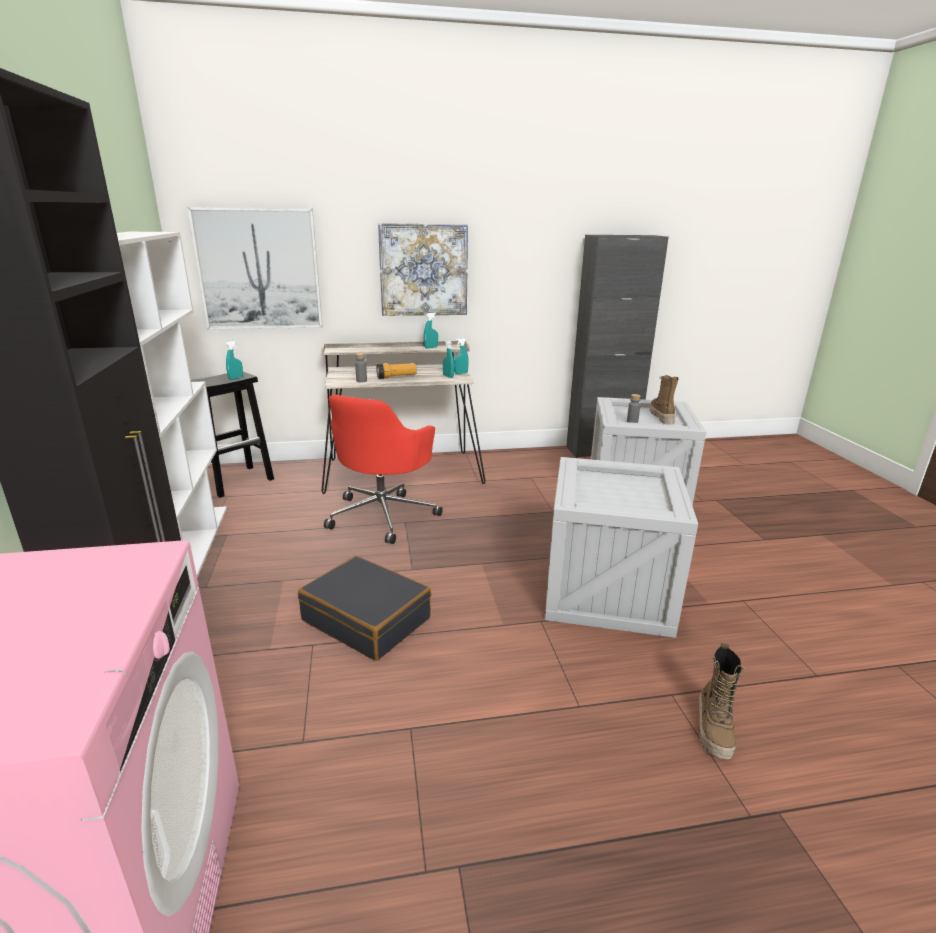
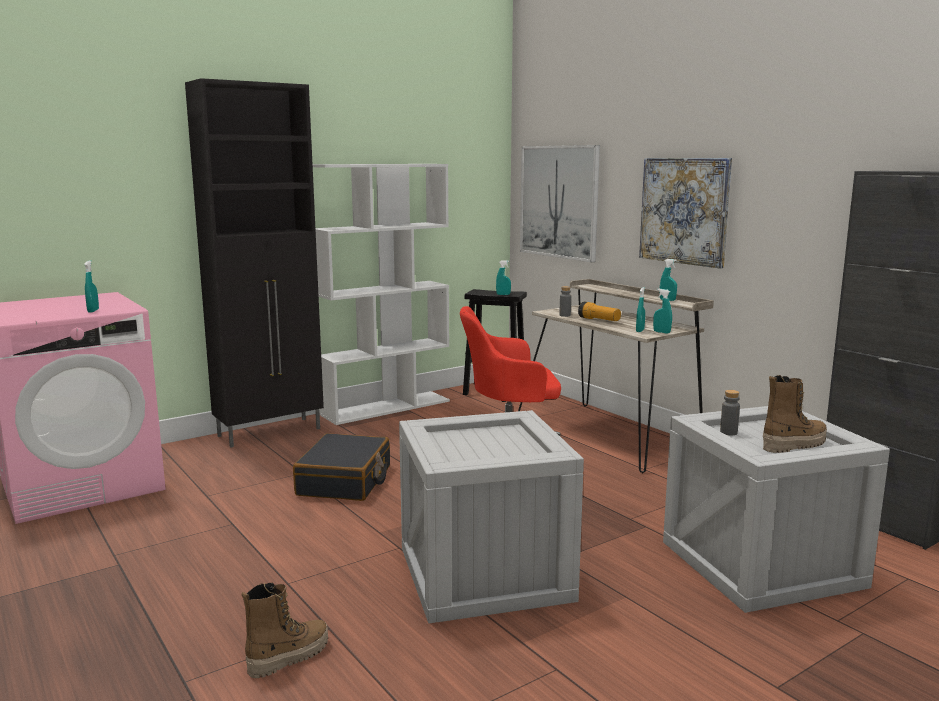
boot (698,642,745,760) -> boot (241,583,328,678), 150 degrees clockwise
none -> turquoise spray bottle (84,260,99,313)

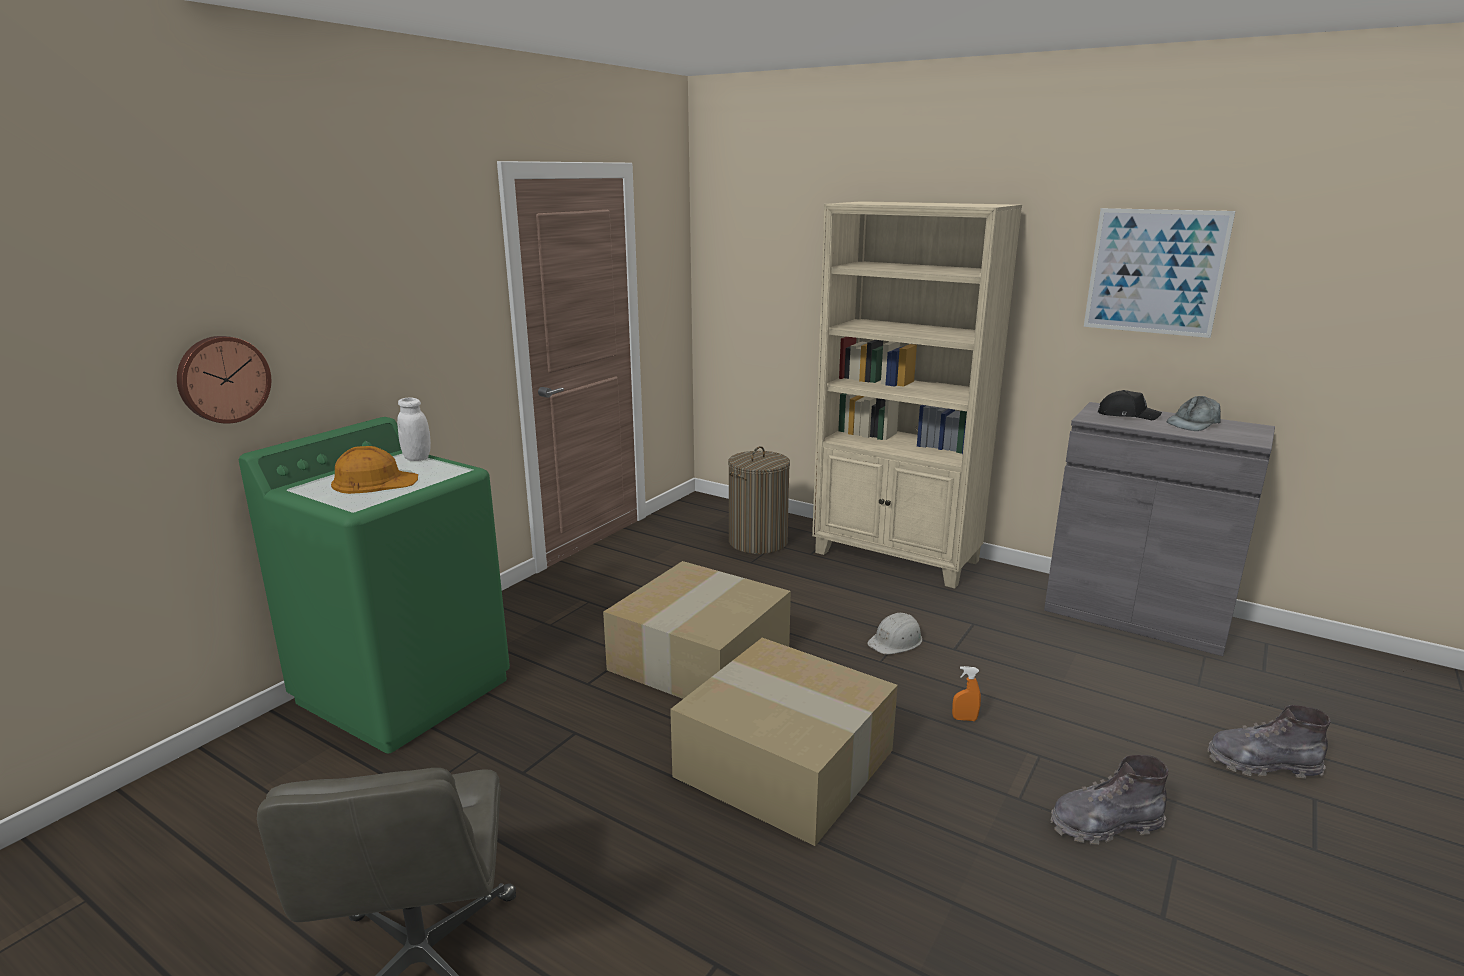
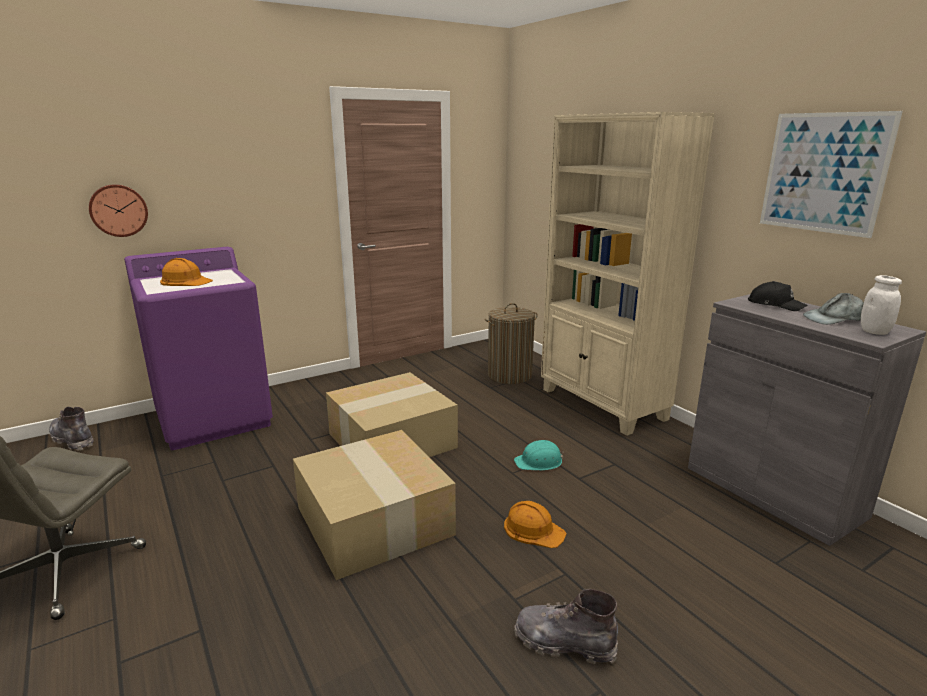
green washing machine (239,417,510,753) -> purple washing machine (124,247,273,450)
white jar (397,398,431,461) -> white jar (861,275,902,335), shifted
white hard hat (867,613,922,655) -> turquoise hard hat (514,440,563,471)
orange spray bottle (952,666,981,721) -> orange hard hat (504,501,567,548)
grey boot (1207,705,1331,779) -> grey boot (49,407,94,451), shifted

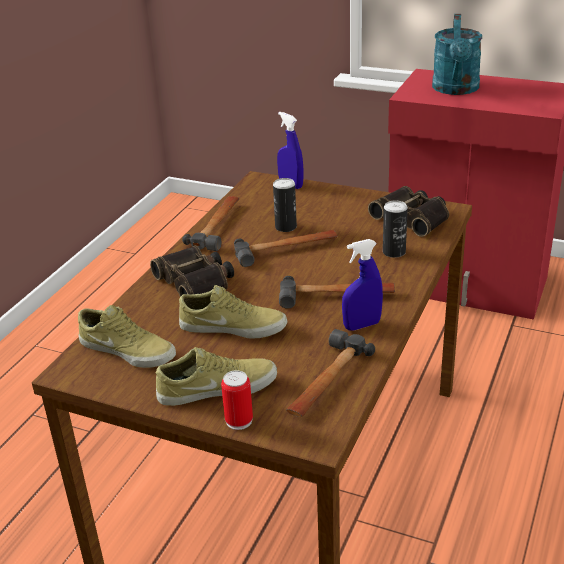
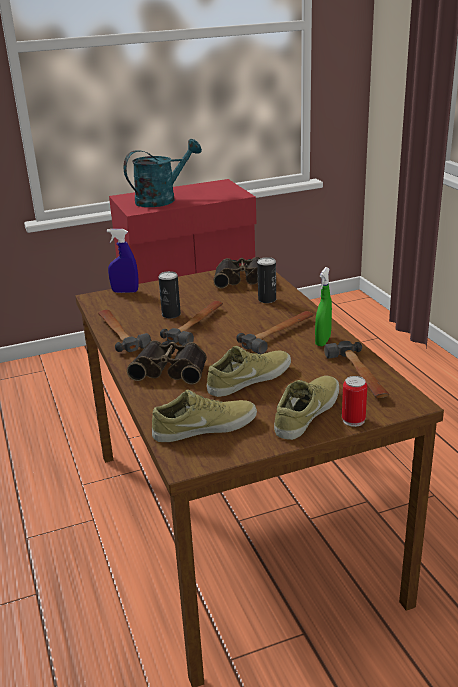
blue spray bottle (342,239,383,331) -> green spray bottle (315,267,332,346)
turquoise watering can (432,14,482,95) -> turquoise watering can (123,139,202,207), 90 degrees counterclockwise

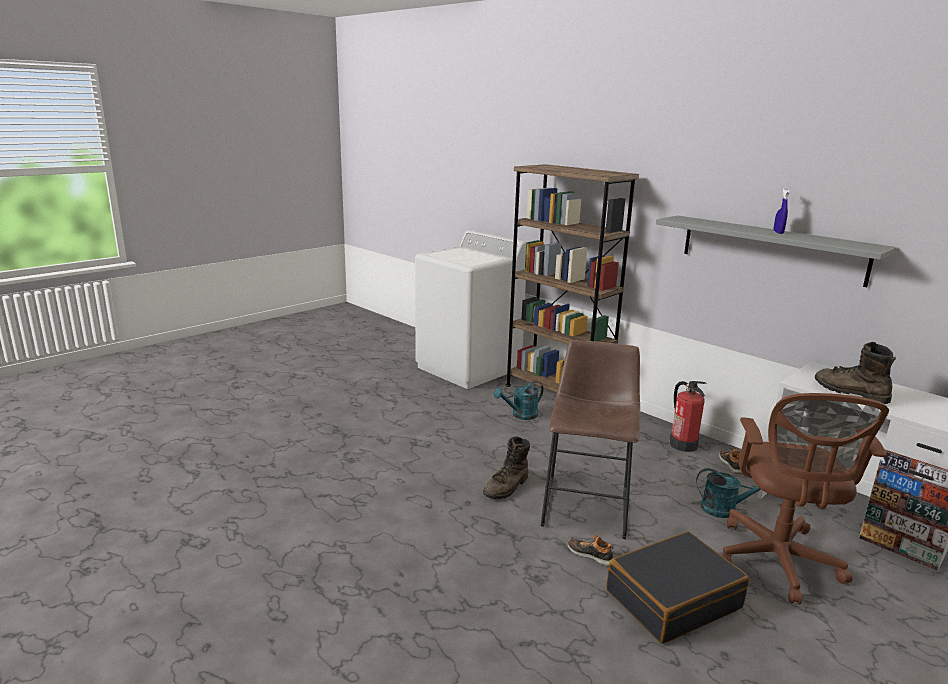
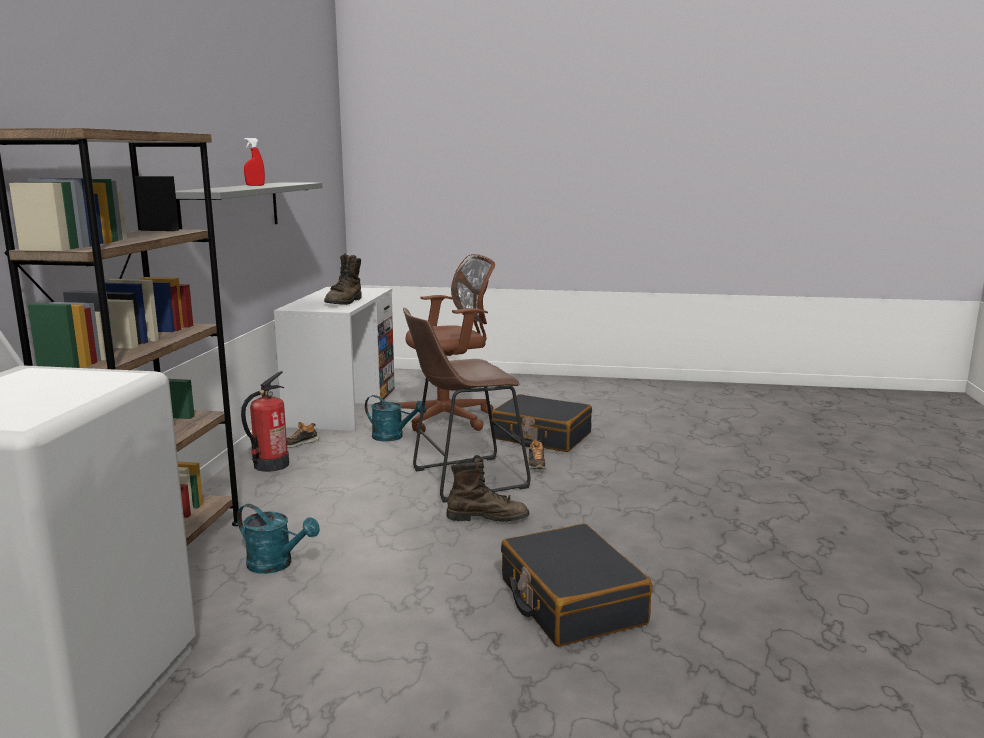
turquoise watering can (696,468,761,518) -> turquoise watering can (365,395,426,441), 135 degrees clockwise
blue spray bottle (773,189,790,234) -> red spray bottle (244,138,265,186)
none -> black suitcase (501,523,652,647)

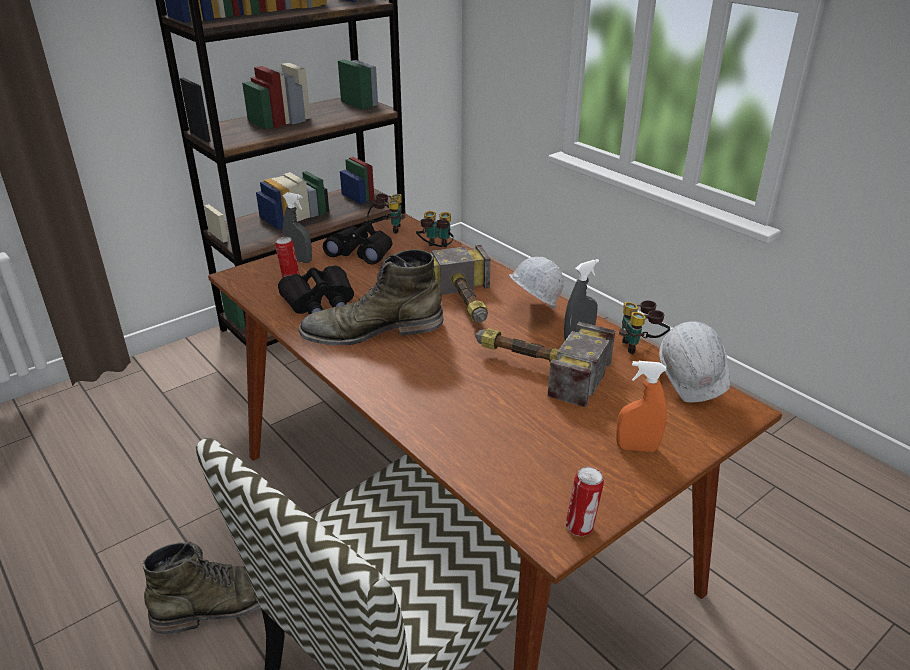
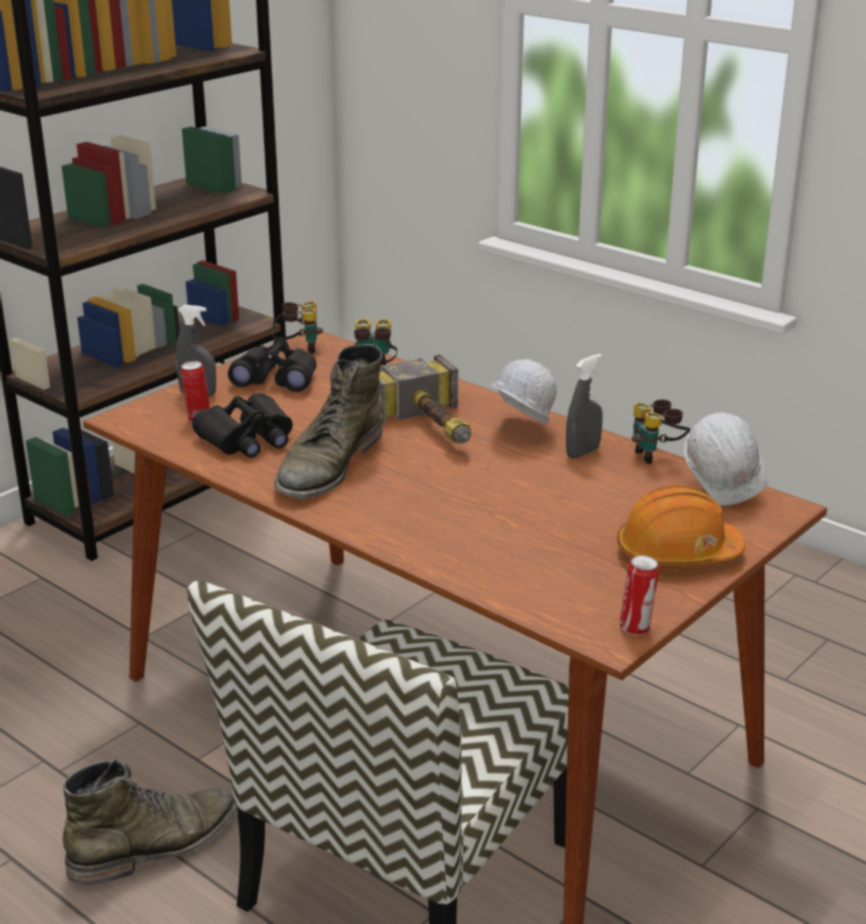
green boot (299,249,443,345) -> green boot (274,344,383,499), 45 degrees counterclockwise
hammer (475,322,615,407) -> none
orange spray bottle (616,361,667,452) -> orange hard hat (617,485,746,566)

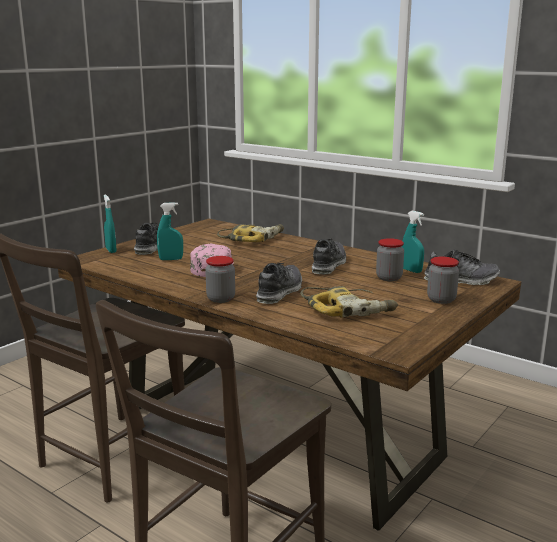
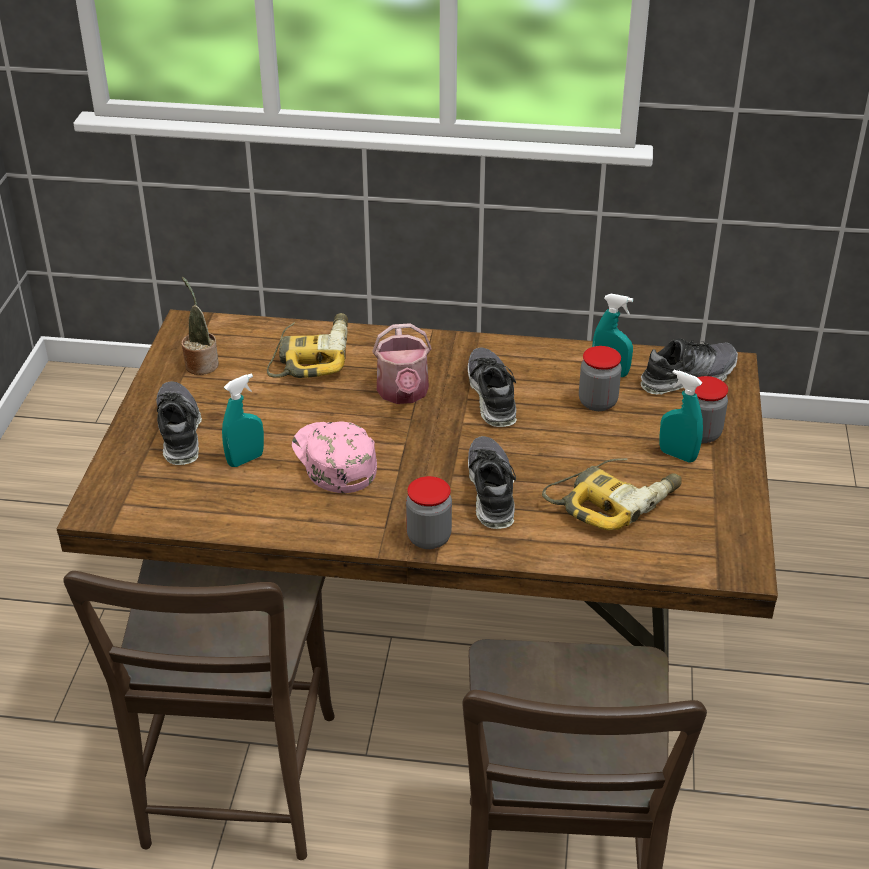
turquoise spray bottle (104,195,117,253) -> turquoise spray bottle (659,370,703,462), shifted
none -> potted plant (181,277,219,375)
none -> watering can (373,323,432,404)

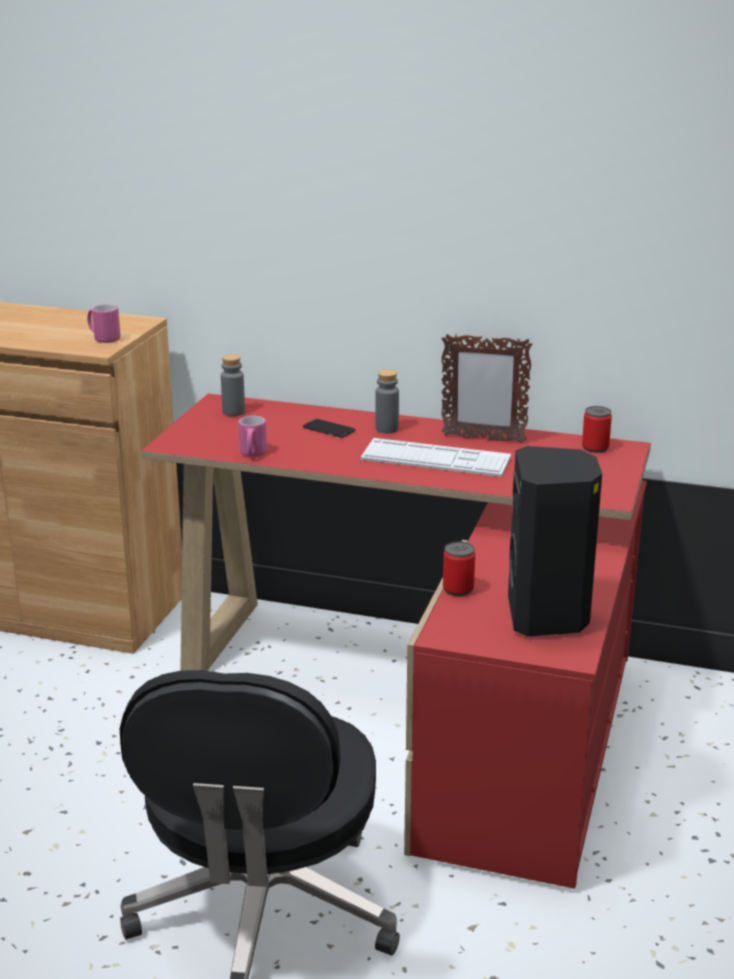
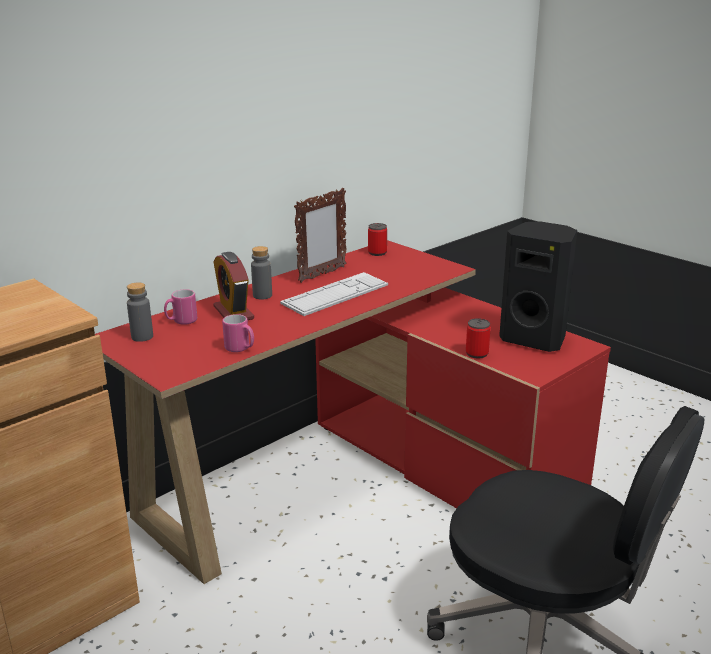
pink mug (87,304,121,343) -> pink mug (164,289,197,325), shifted
phone (303,419,355,438) -> alarm clock (213,252,254,320)

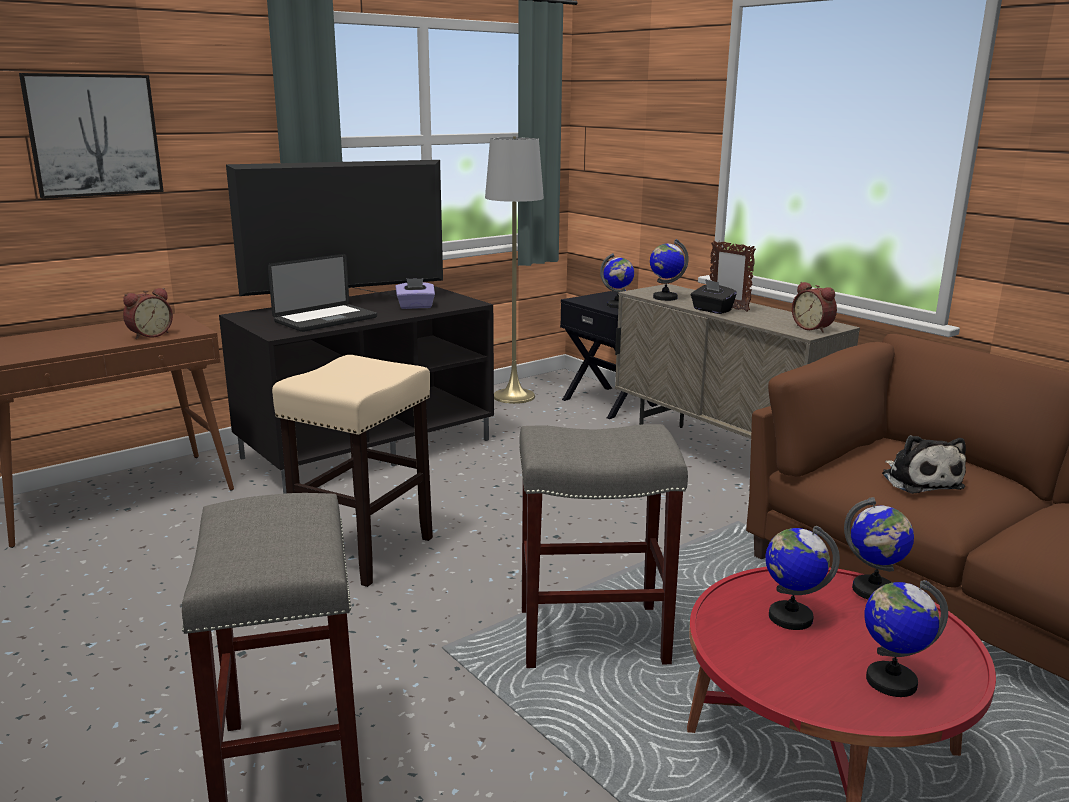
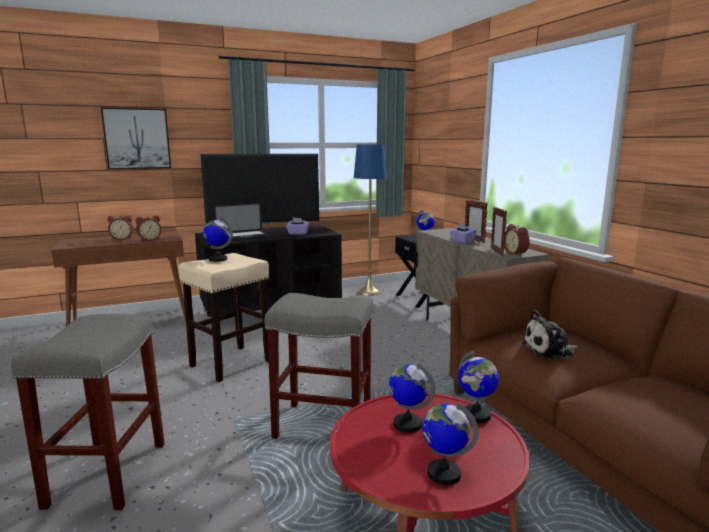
grey floor lamp (485,136,544,404) -> blue floor lamp (354,143,387,295)
globe (650,239,689,301) -> globe (203,217,233,262), shifted
black tissue box (691,279,737,314) -> purple tissue box (449,223,477,243)
plush toy (882,435,966,494) -> plush toy (521,310,578,360), 75 degrees clockwise
none -> alarm clock (108,215,134,240)
none -> picture frame (491,207,507,257)

